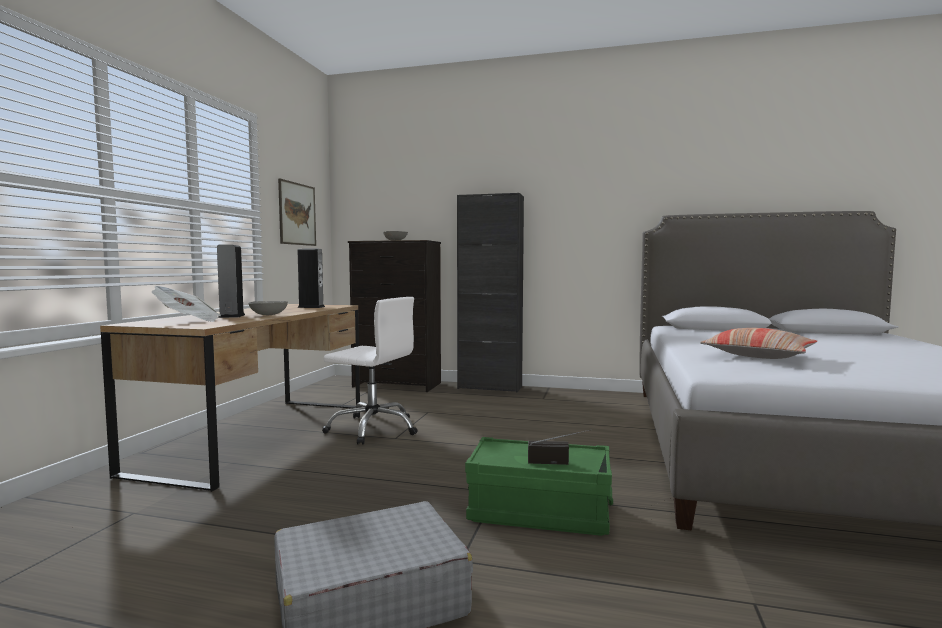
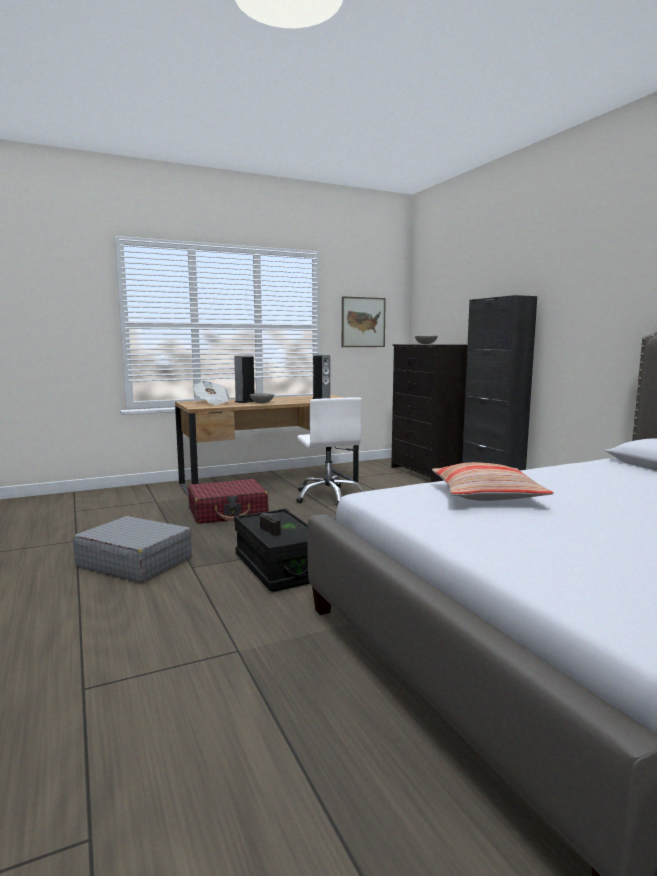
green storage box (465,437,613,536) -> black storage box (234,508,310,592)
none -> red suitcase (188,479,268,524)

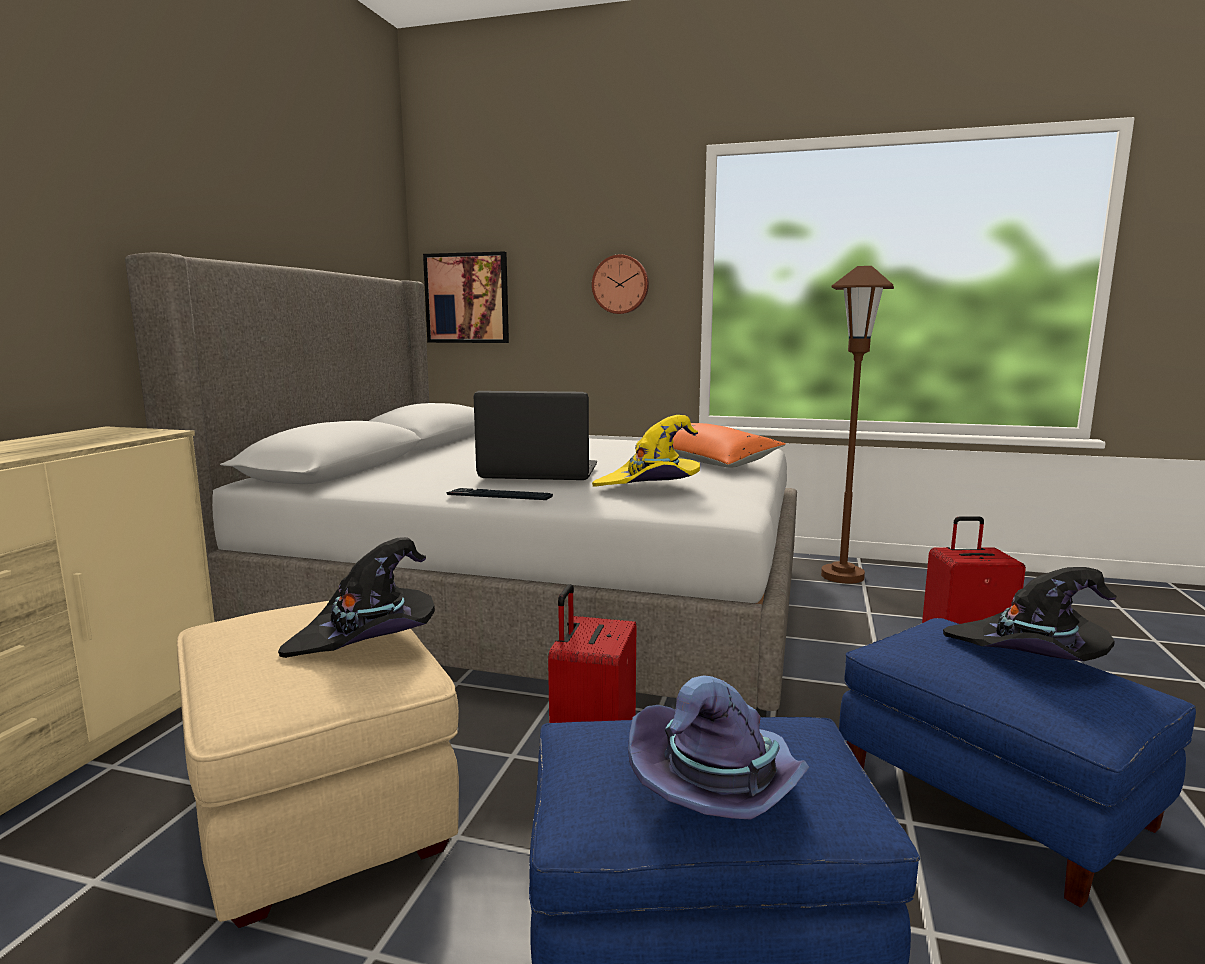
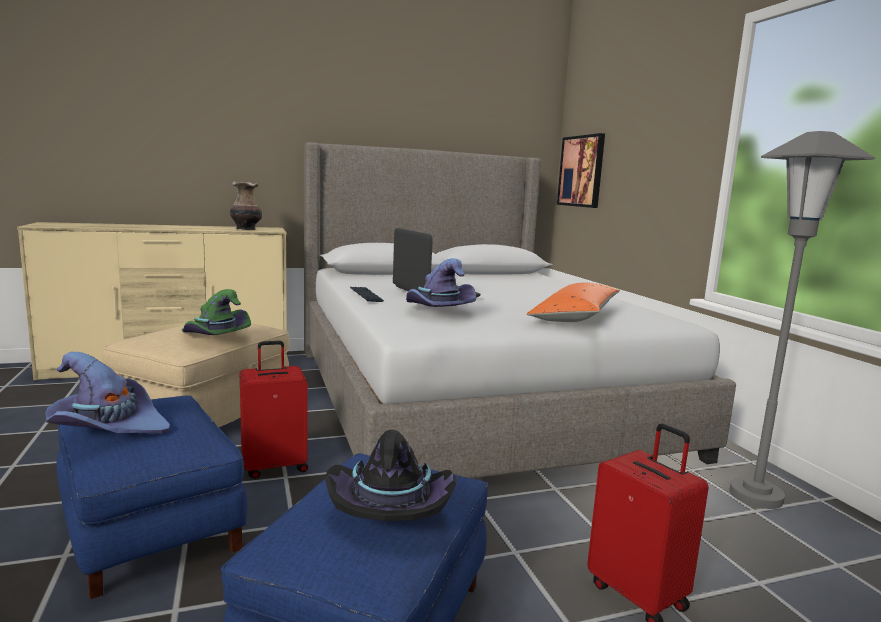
black hat (278,537,435,658) -> green hat (182,289,251,335)
wall clock (592,254,649,314) -> none
yellow hat (592,415,700,487) -> purple hat (406,258,476,307)
brown floor lamp (821,266,894,584) -> grey floor lamp (729,131,875,509)
none -> vase (230,181,262,230)

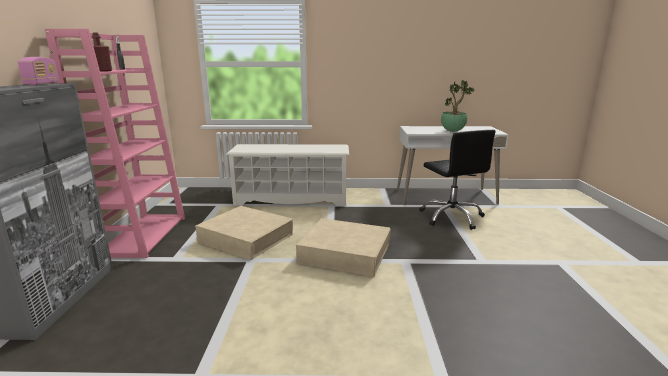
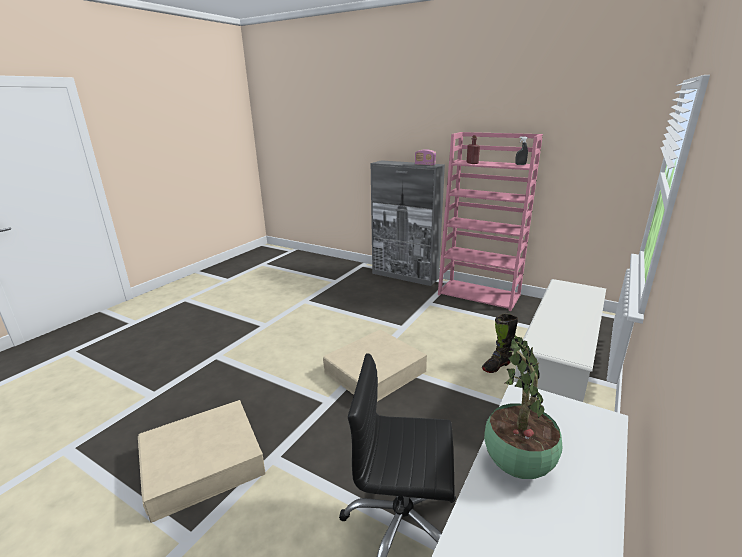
beige storage box (195,206,293,260) -> beige storage box (138,400,266,523), shifted
none -> black boot (482,313,518,373)

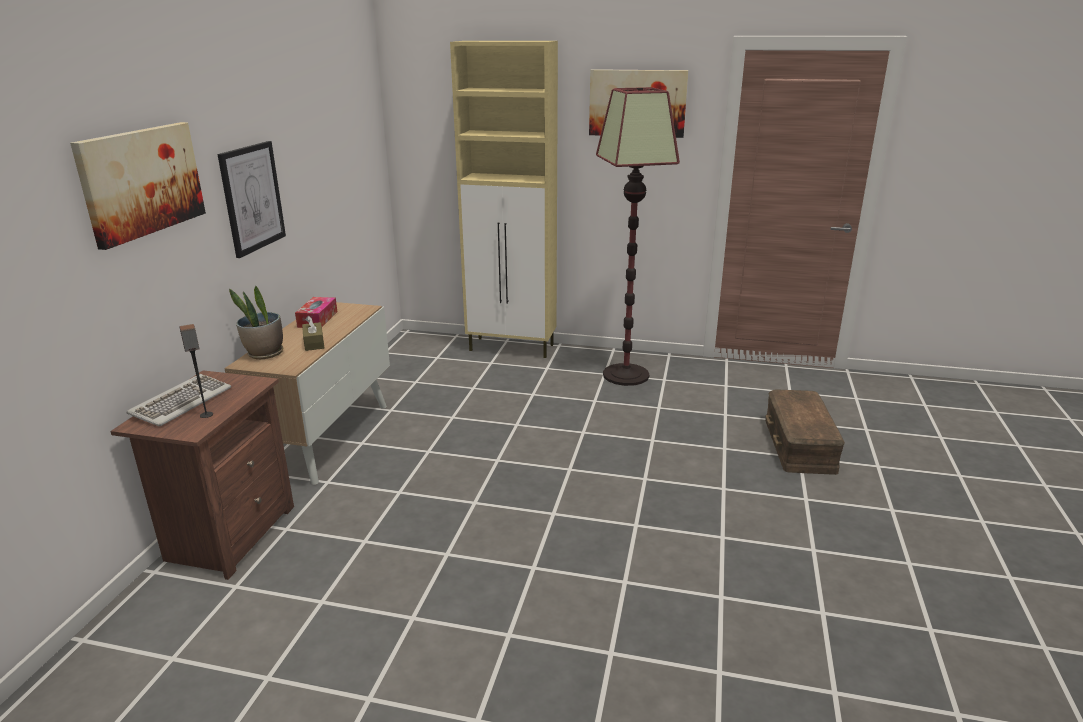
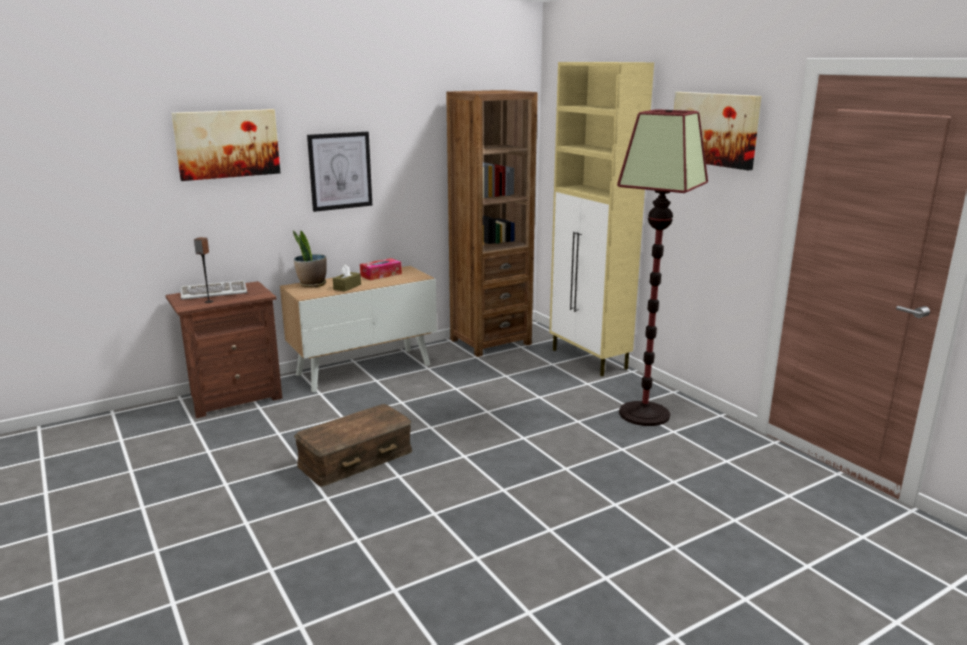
brown storage box (765,389,845,475) -> brown storage box (294,404,412,487), shifted
none -> brown bookcase (446,90,538,357)

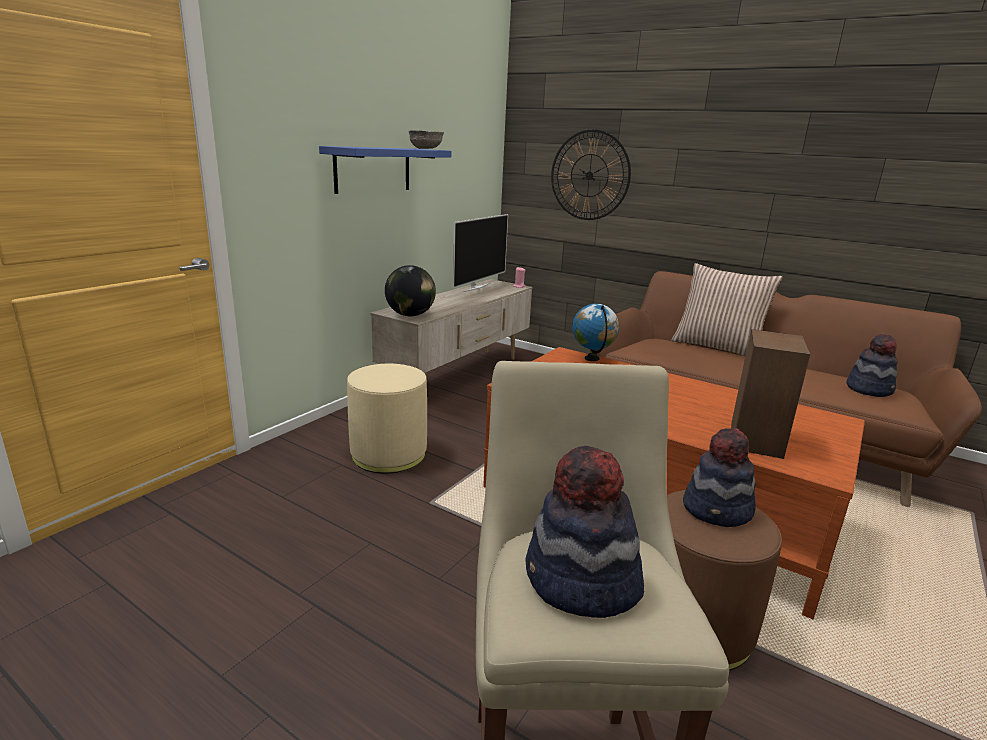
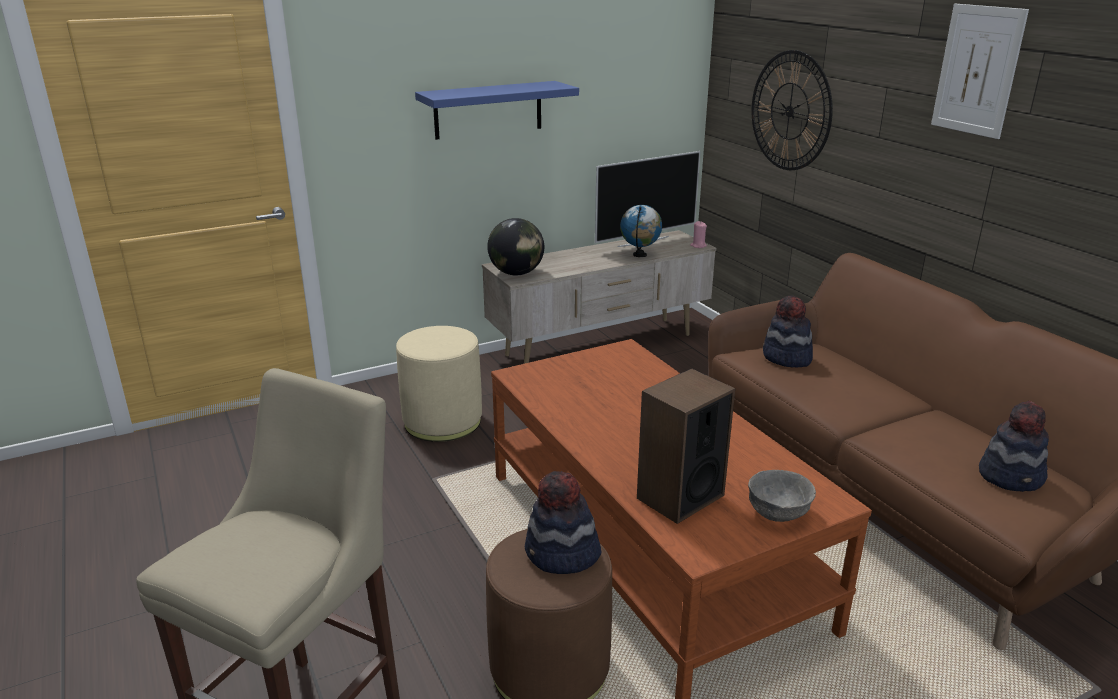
grey bowl (409,130,444,149) -> grey bowl (748,470,816,522), shifted
hat (525,446,644,618) -> hat (763,295,813,367), shifted
globe (572,304,619,361) -> globe (620,205,662,257), shifted
pillow (671,263,783,356) -> none
none -> picture (931,4,1029,139)

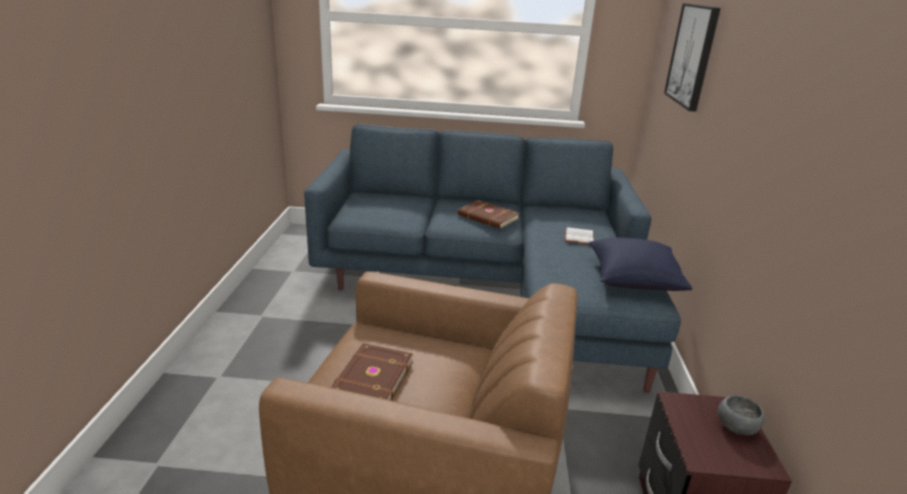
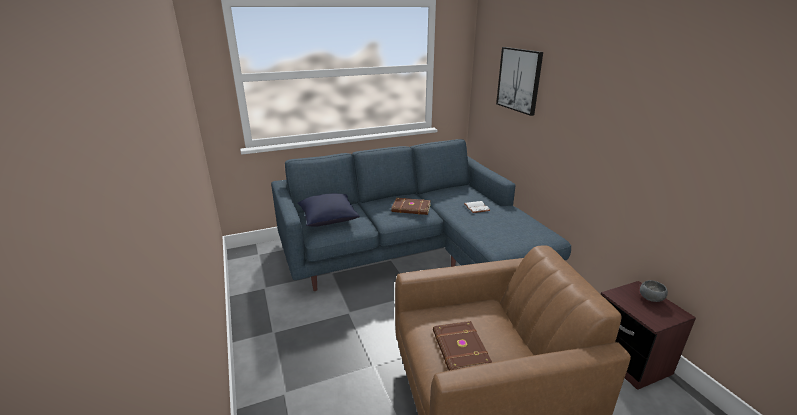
blue pillow (589,237,692,291) -> blue pillow (297,193,360,227), shifted

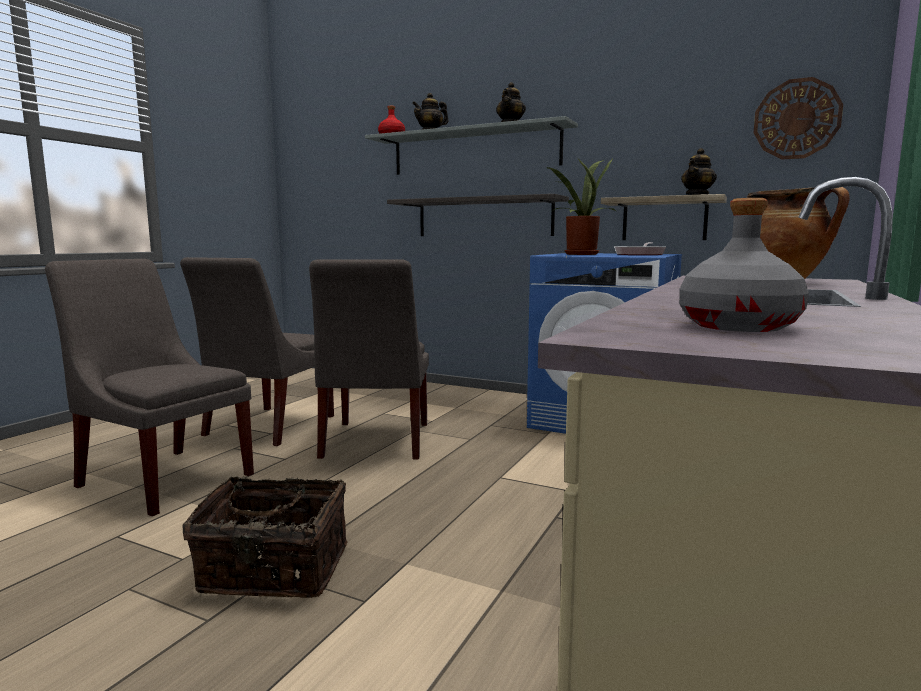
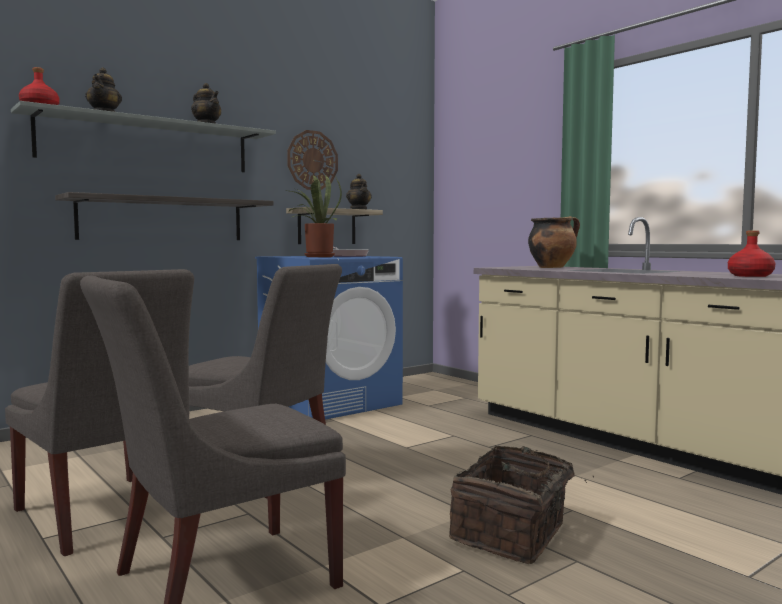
grey bottle (679,198,809,332) -> red bottle (728,230,775,277)
wall clock (754,77,843,159) -> wall clock (287,130,338,190), shifted

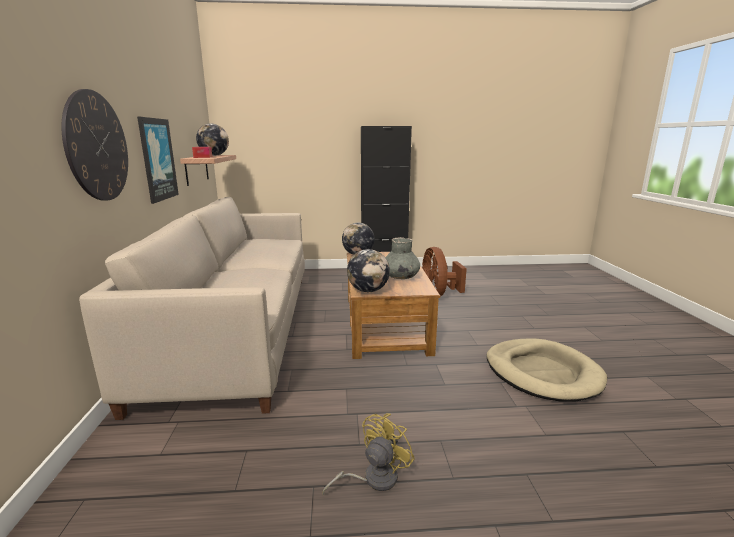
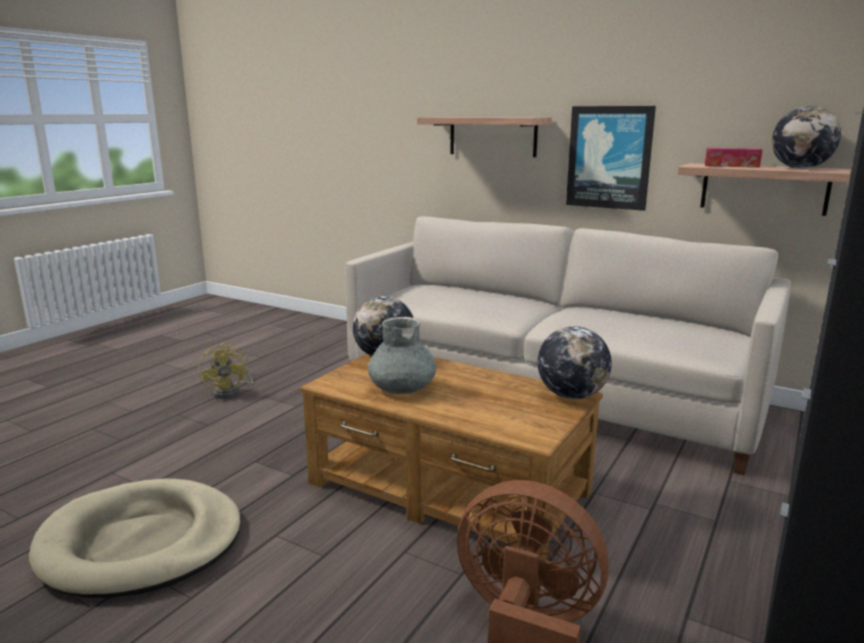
wall clock (61,89,128,201) -> shelf (417,117,552,157)

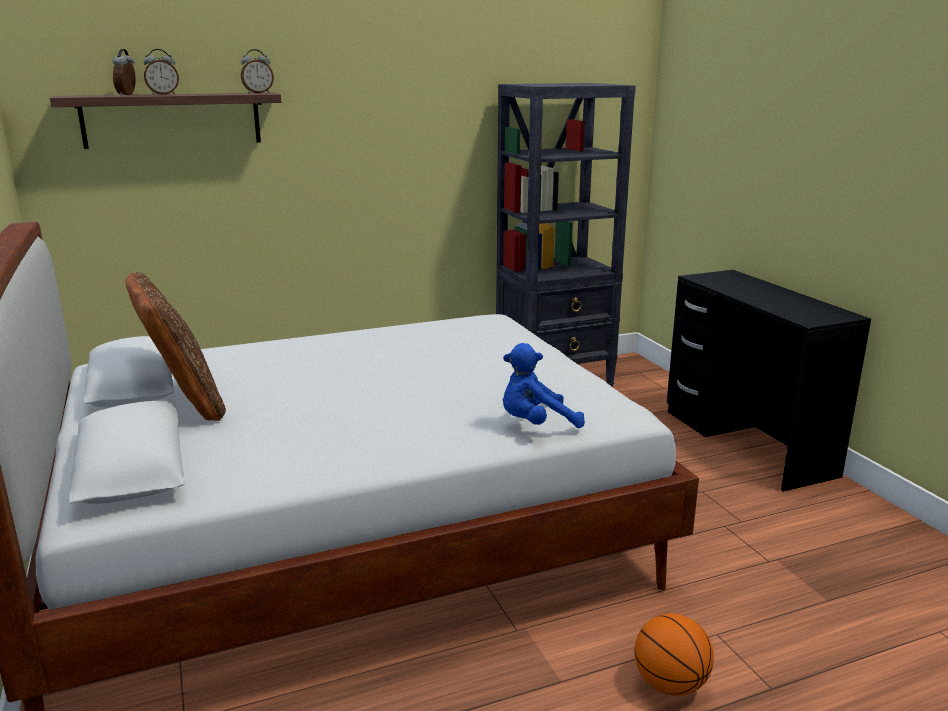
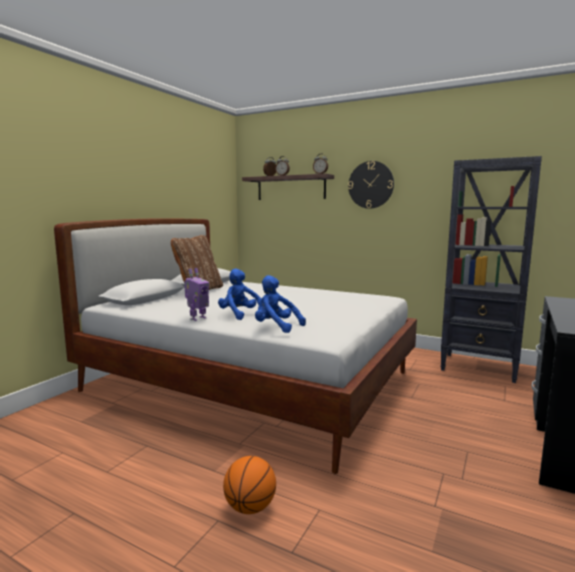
none -> toy robot (184,268,209,321)
none -> blue plush toy (218,269,261,320)
none -> wall clock (348,161,394,209)

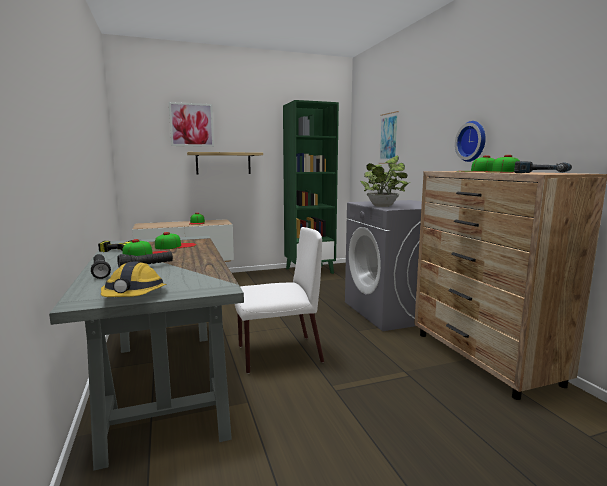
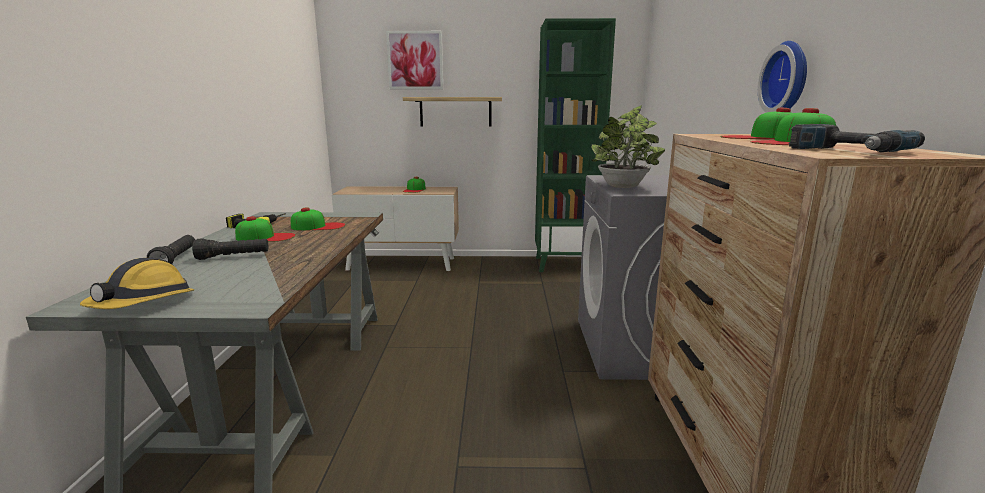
white chair (235,227,324,374) -> none
picture (379,111,399,164) -> none

